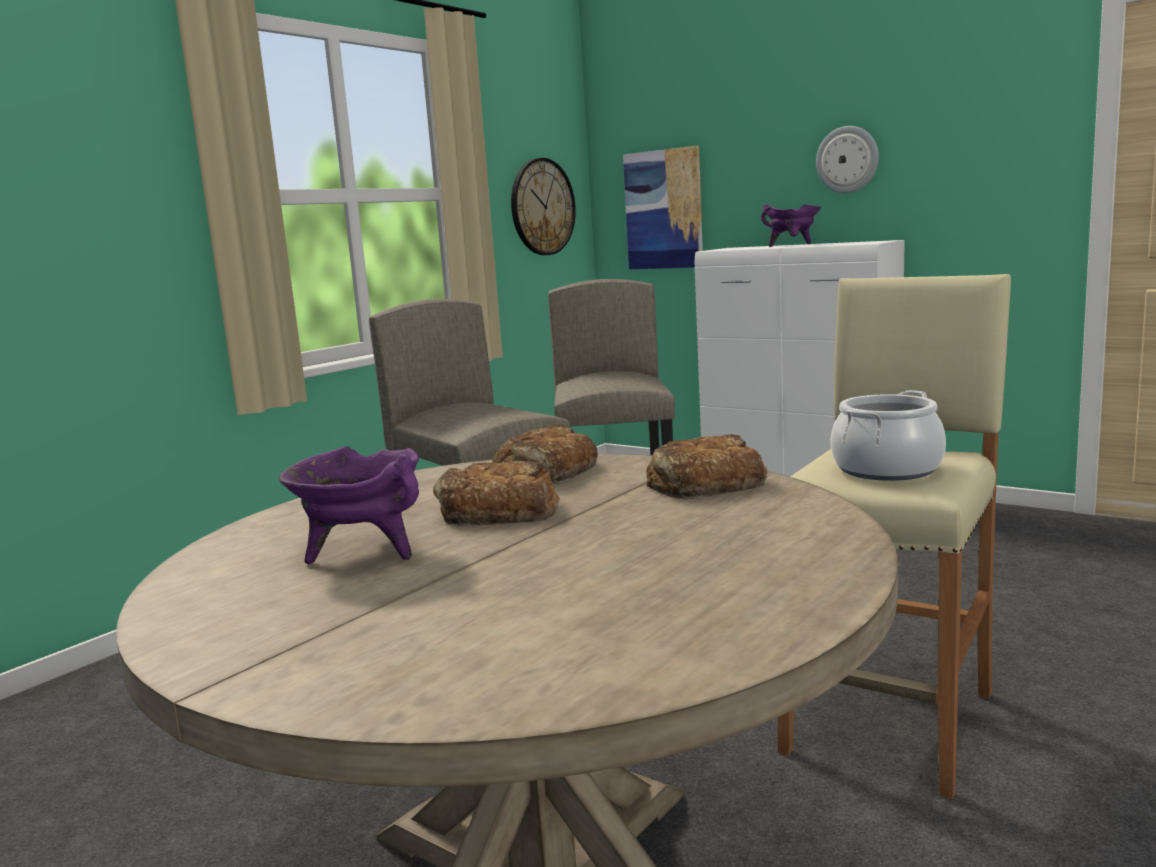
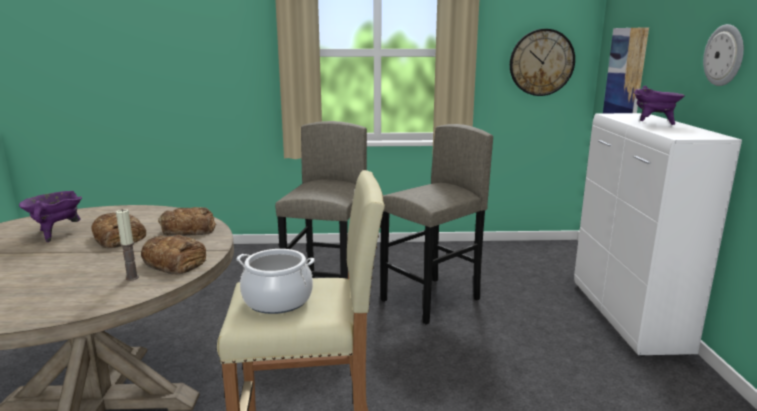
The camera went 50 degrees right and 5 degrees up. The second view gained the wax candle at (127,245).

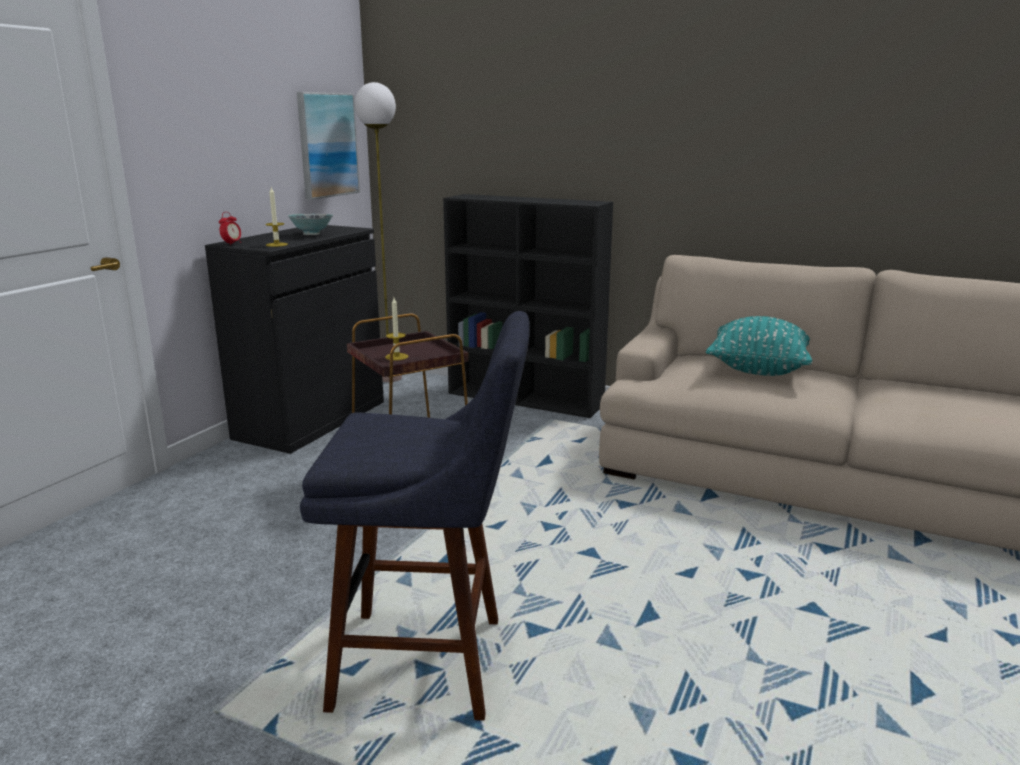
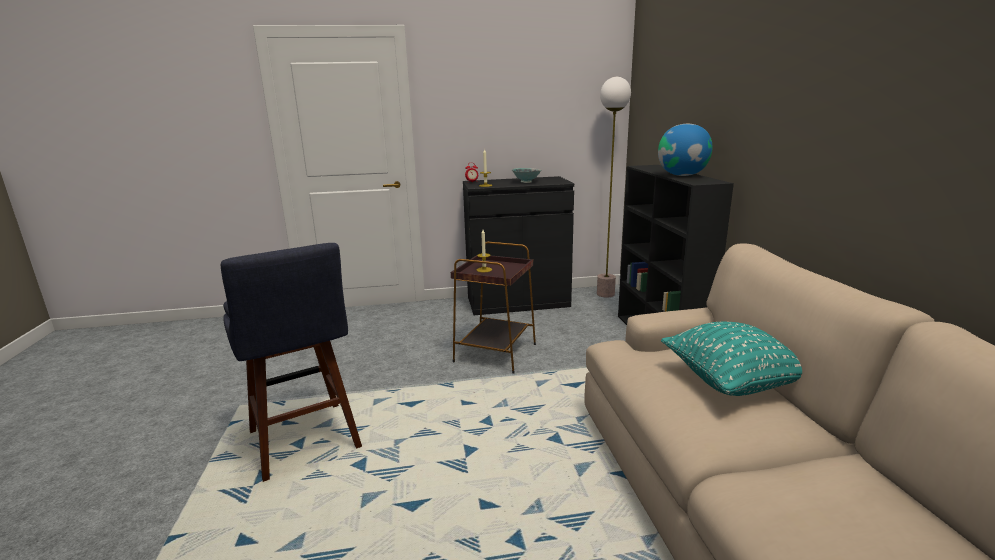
The camera went 55 degrees right and 0 degrees up. The second view gained the globe at (685,150). The second view lost the picture at (328,146).

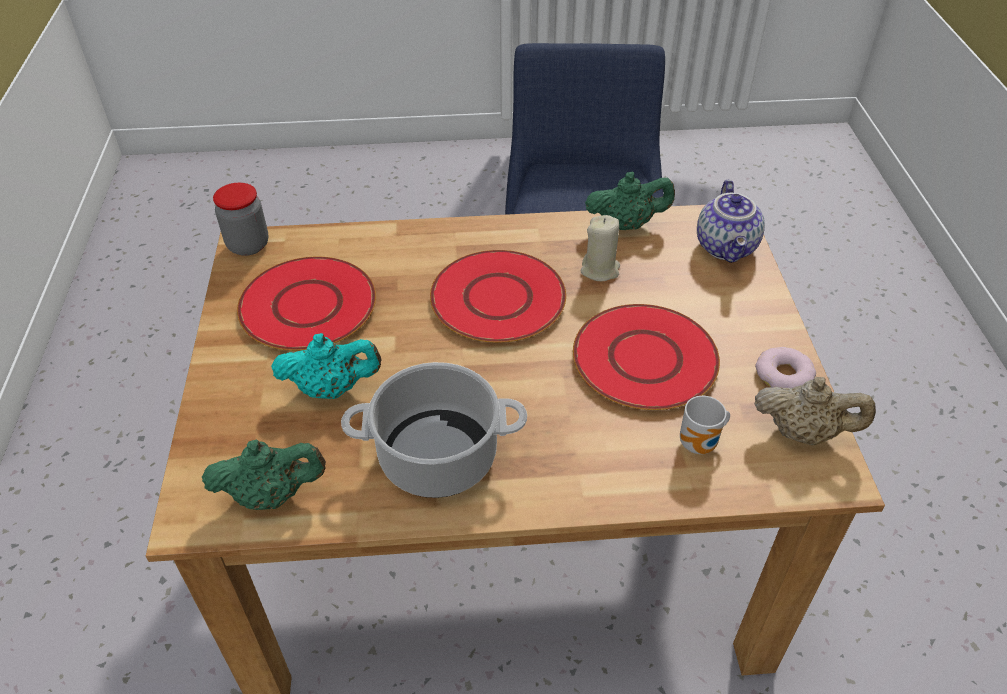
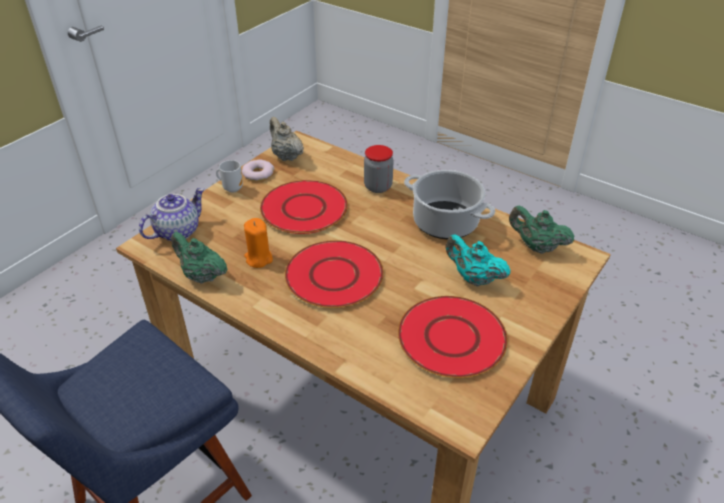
The camera went 140 degrees left and 5 degrees down. The mug ended up elsewhere, having gone from (705,425) to (229,176). What was the wax candle in sand-coloured at (600,248) turned into the wax candle in orange at (258,243). The jar ended up elsewhere, having gone from (240,219) to (378,169).

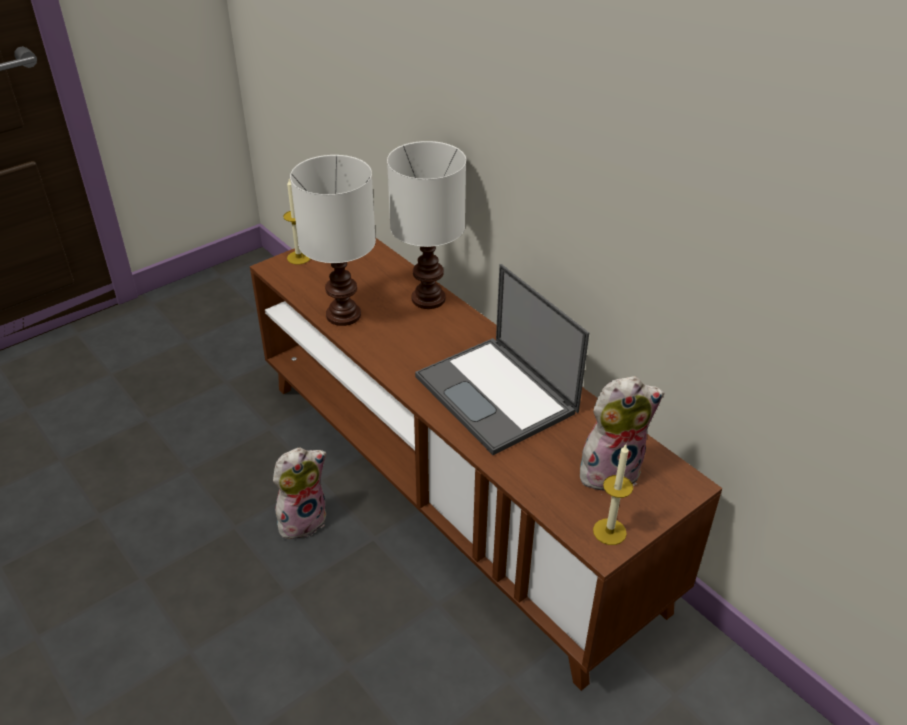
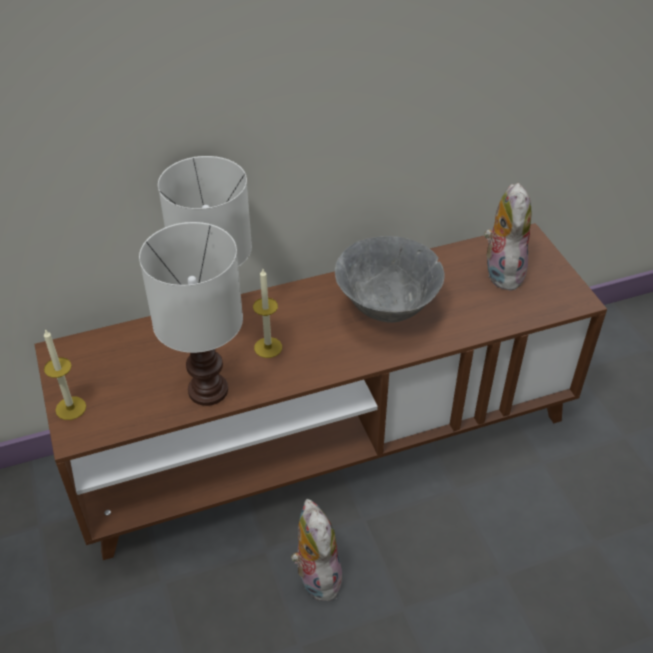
The camera went 70 degrees left and 5 degrees up. The wax candle ended up elsewhere, having gone from (613,495) to (267,313). Where the portable computer stood at (502,359), the serving bowl in gray came to stand at (390,279).

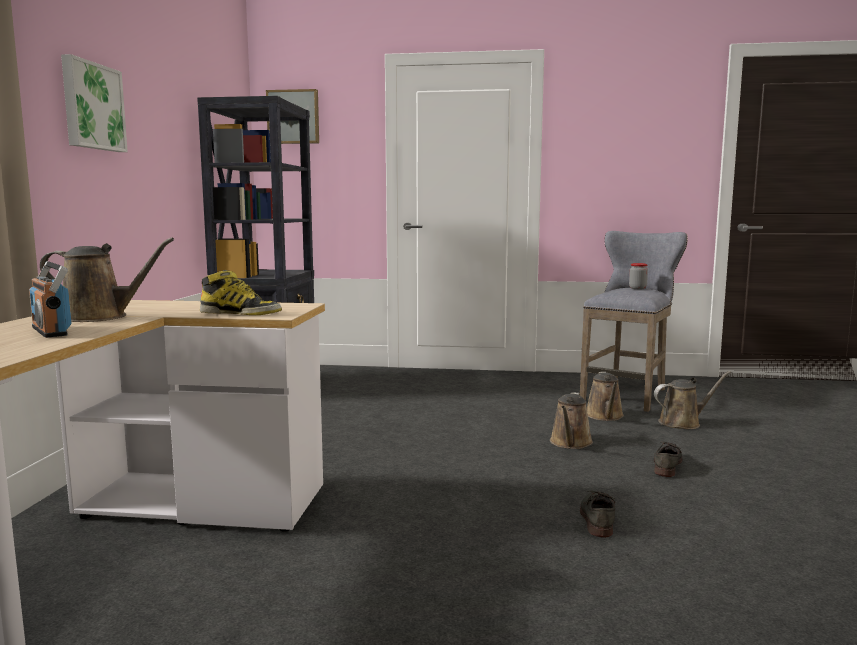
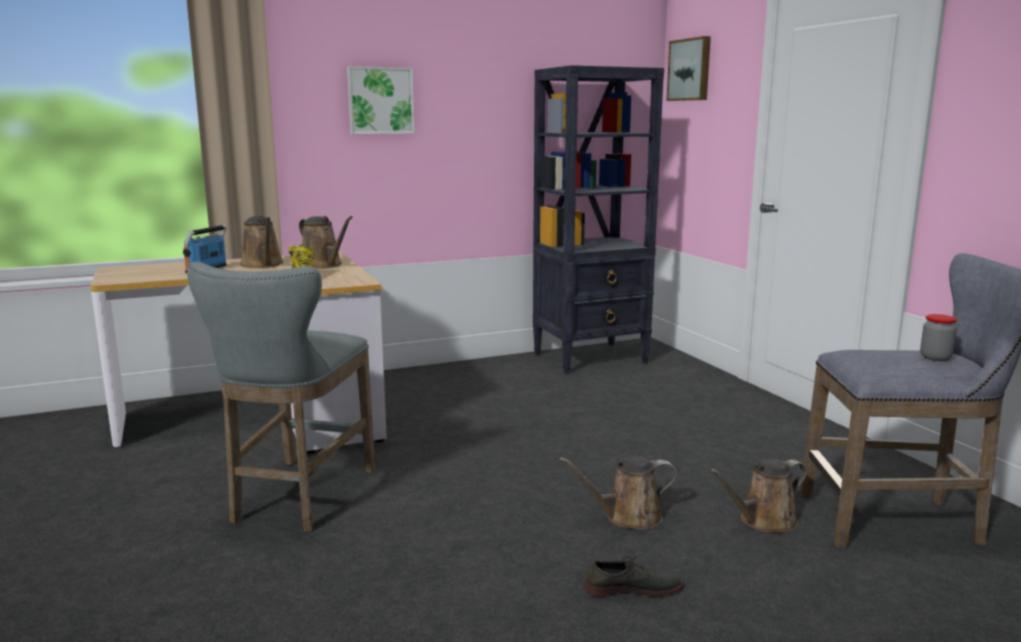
The camera went 60 degrees right and 5 degrees up. The second view gained the stool in gray at (281,397). The watering can in brown ended up elsewhere, having gone from (692,400) to (326,242). The second view lost the shoe in gray at (597,514).

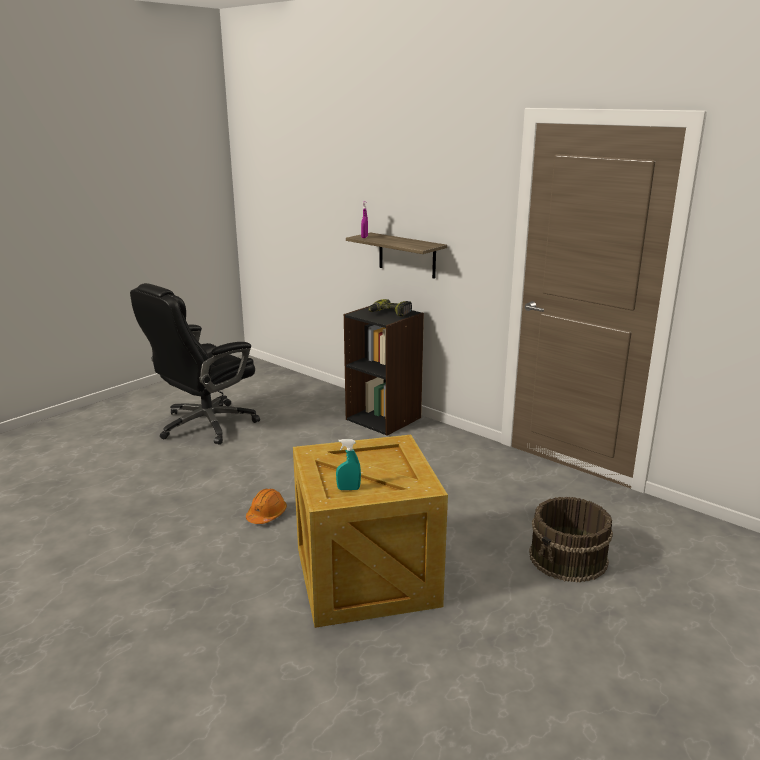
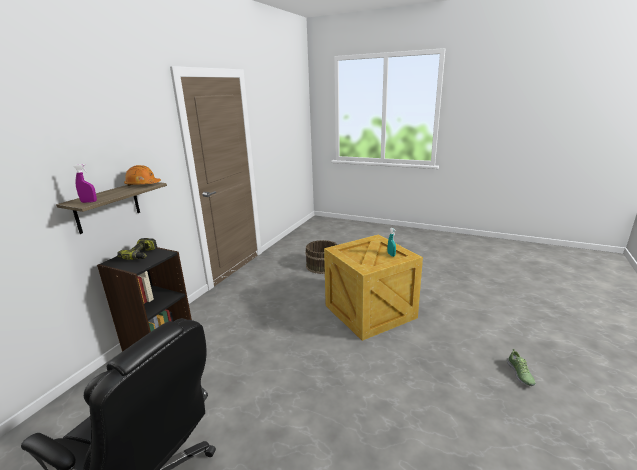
The camera went 105 degrees left and 0 degrees up. The safety helmet in orange ended up elsewhere, having gone from (266,506) to (142,175). The second view gained the shoe at (521,367).

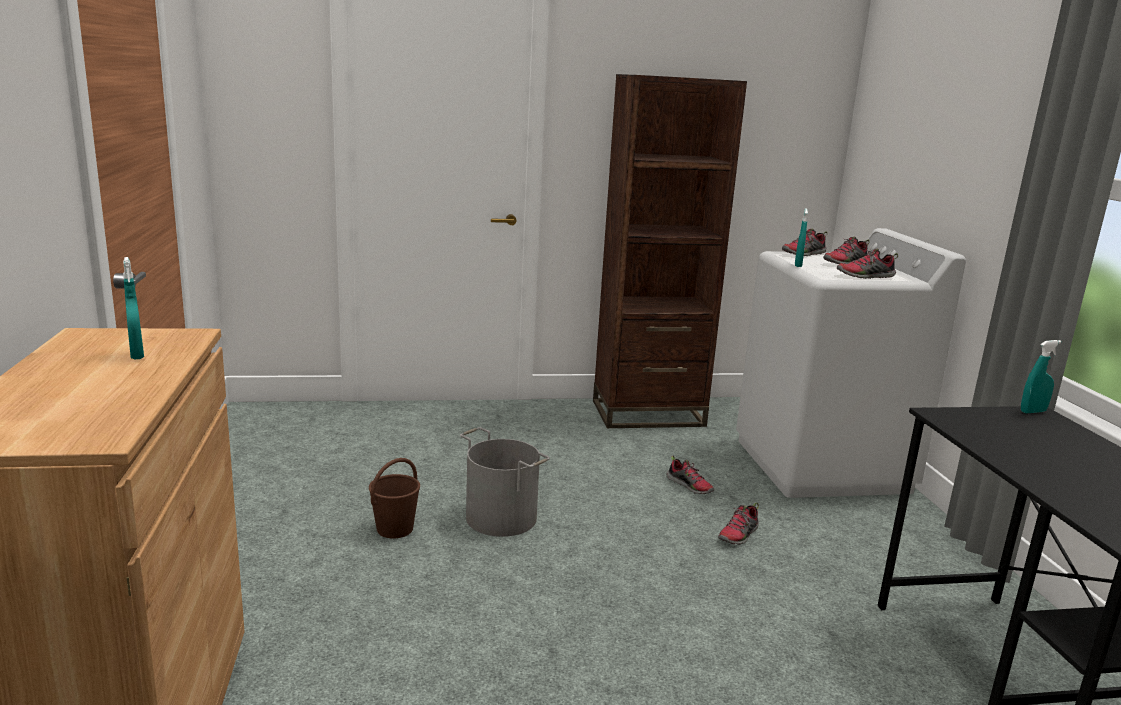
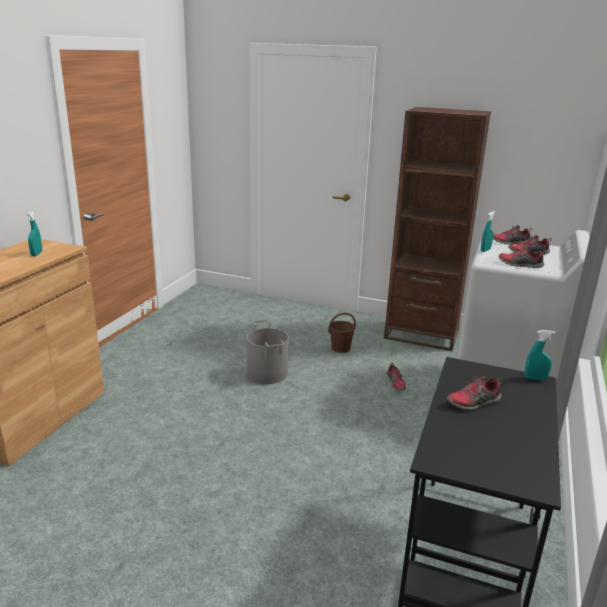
The camera went 30 degrees right and 5 degrees up. The bucket in brown ended up elsewhere, having gone from (394,498) to (342,333). The shoe ended up elsewhere, having gone from (738,524) to (474,393).

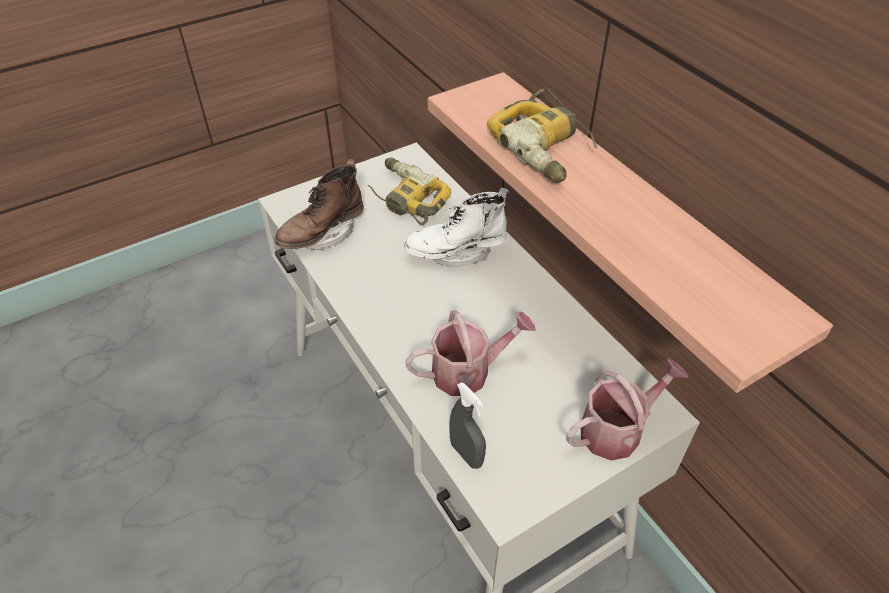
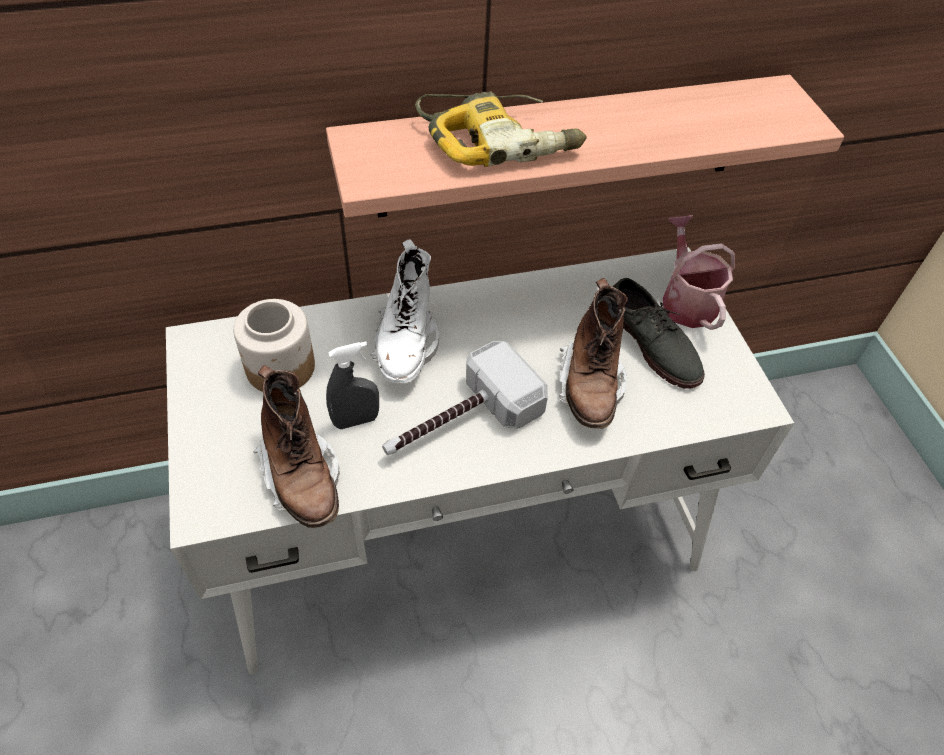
The camera went 75 degrees left and 5 degrees up. Where the power drill stood at (409,191), the jar came to stand at (274,345). The hand sprayer in gray ended up elsewhere, having gone from (467,425) to (352,385). The second view gained the tool hammer at (465,398). Where the watering can stood at (470,353), the tall boot in brown came to stand at (593,353). The second view gained the shoe in gray at (659,333).

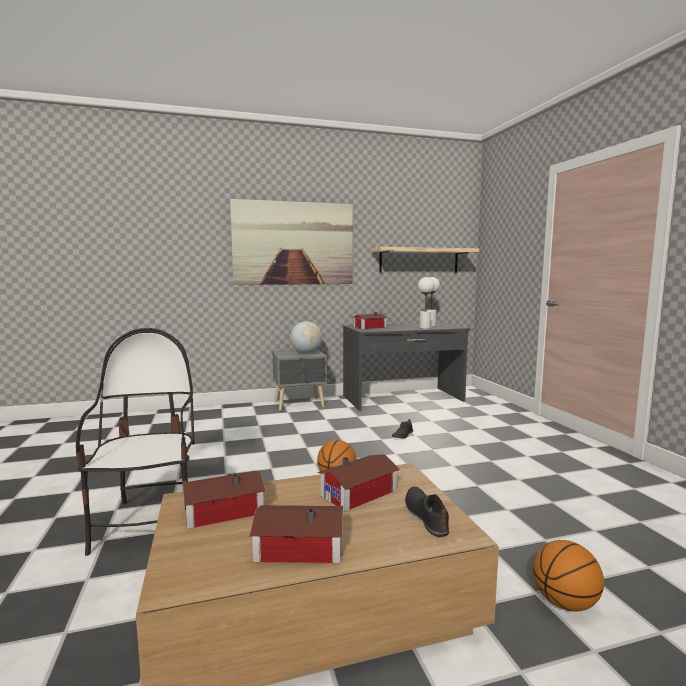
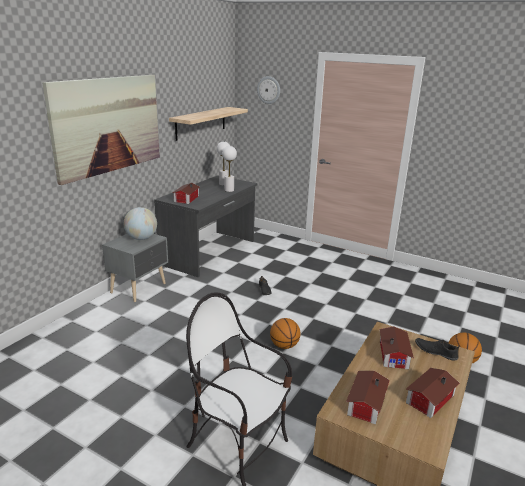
The camera went 45 degrees left and 15 degrees up. The second view gained the wall clock at (268,90).

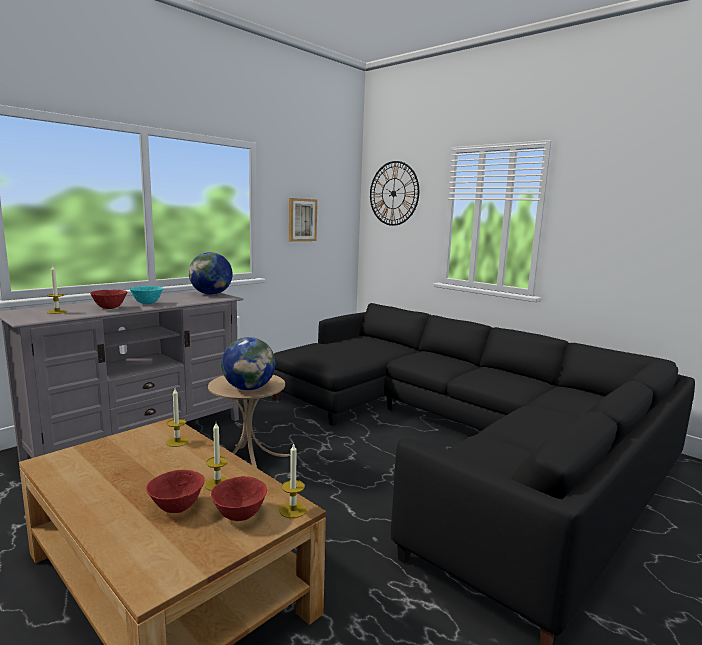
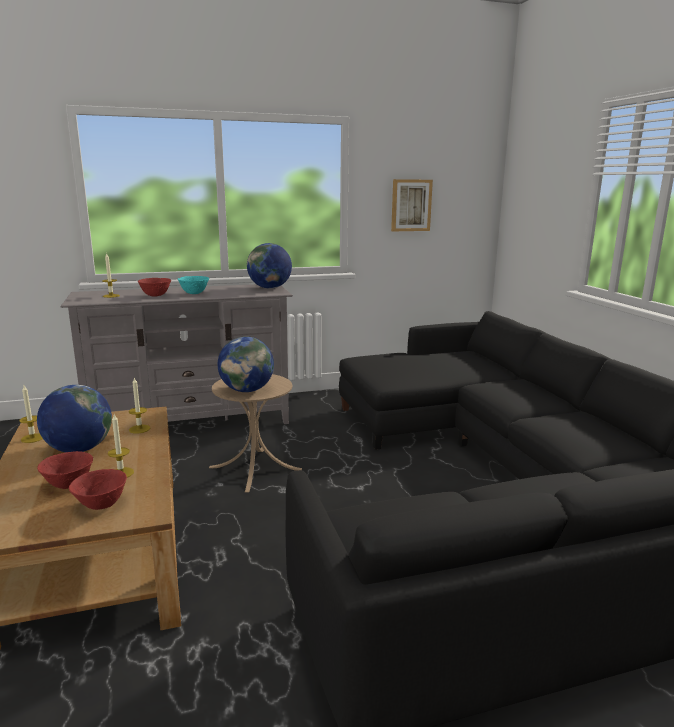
The camera went 30 degrees right and 5 degrees up. The wax candle ended up elsewhere, having gone from (293,480) to (31,414). The second view gained the globe at (74,418). The second view lost the wall clock at (394,193).

